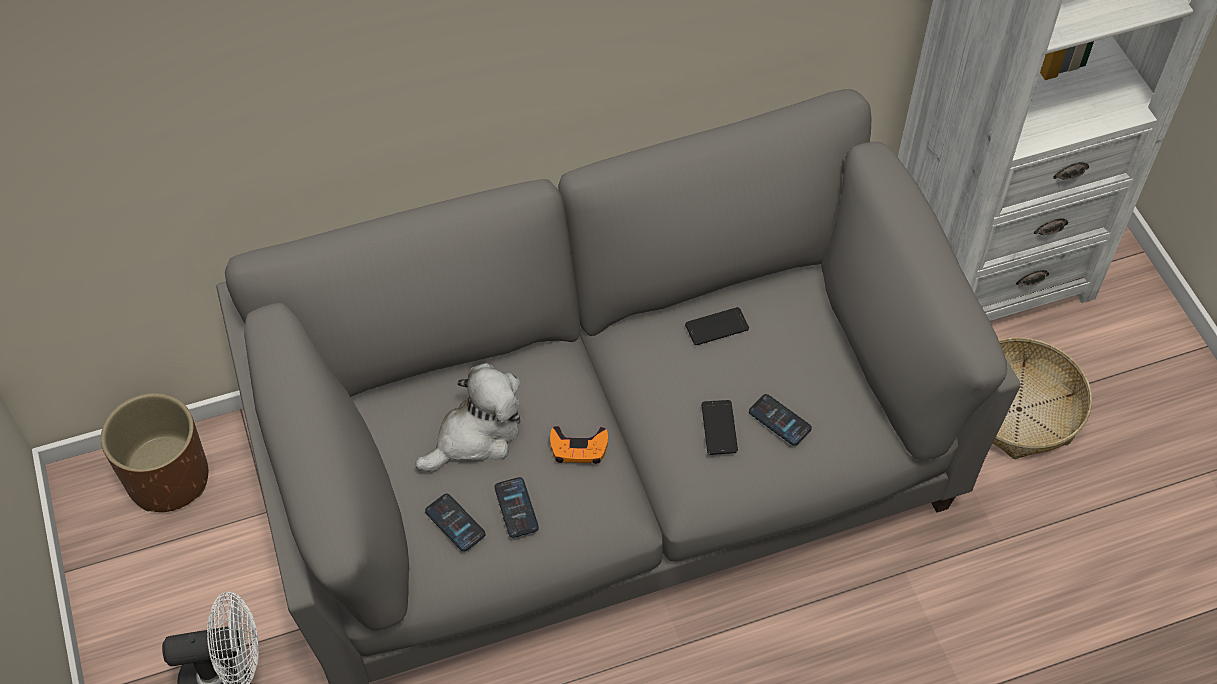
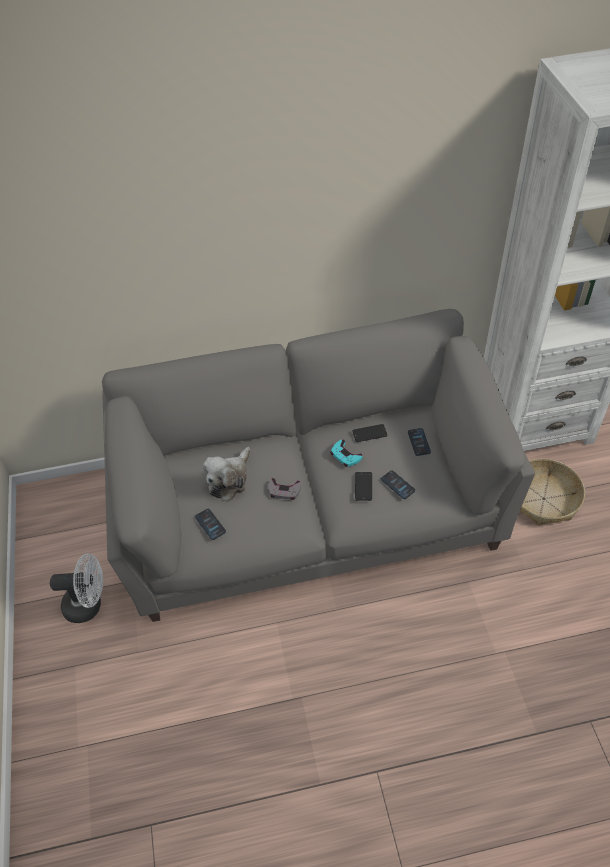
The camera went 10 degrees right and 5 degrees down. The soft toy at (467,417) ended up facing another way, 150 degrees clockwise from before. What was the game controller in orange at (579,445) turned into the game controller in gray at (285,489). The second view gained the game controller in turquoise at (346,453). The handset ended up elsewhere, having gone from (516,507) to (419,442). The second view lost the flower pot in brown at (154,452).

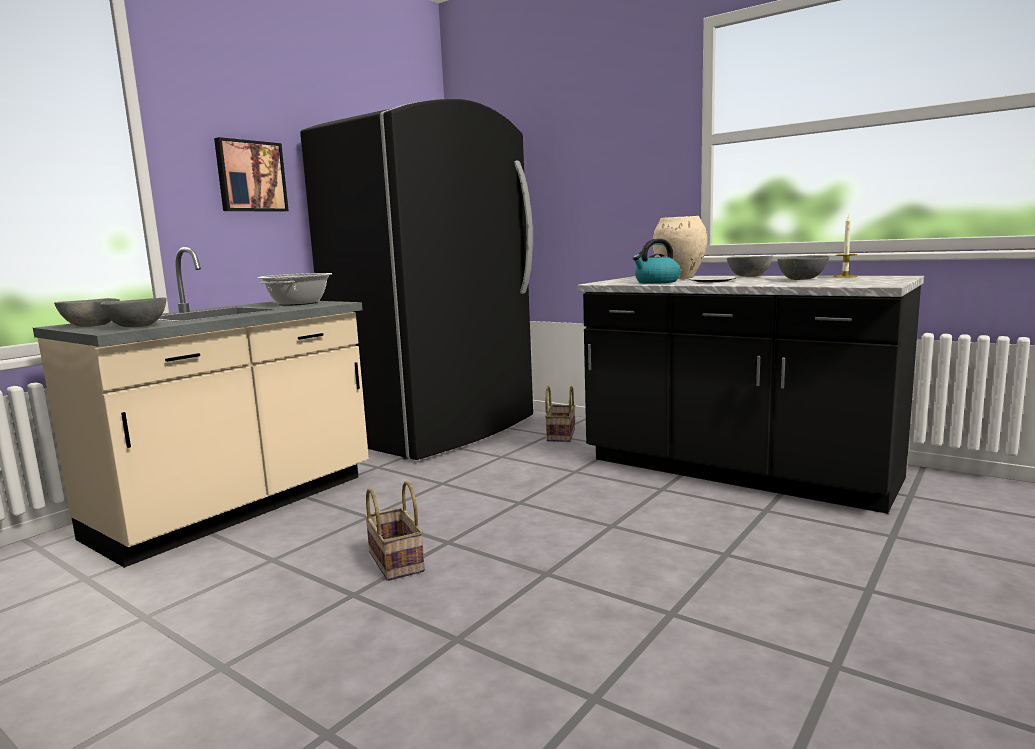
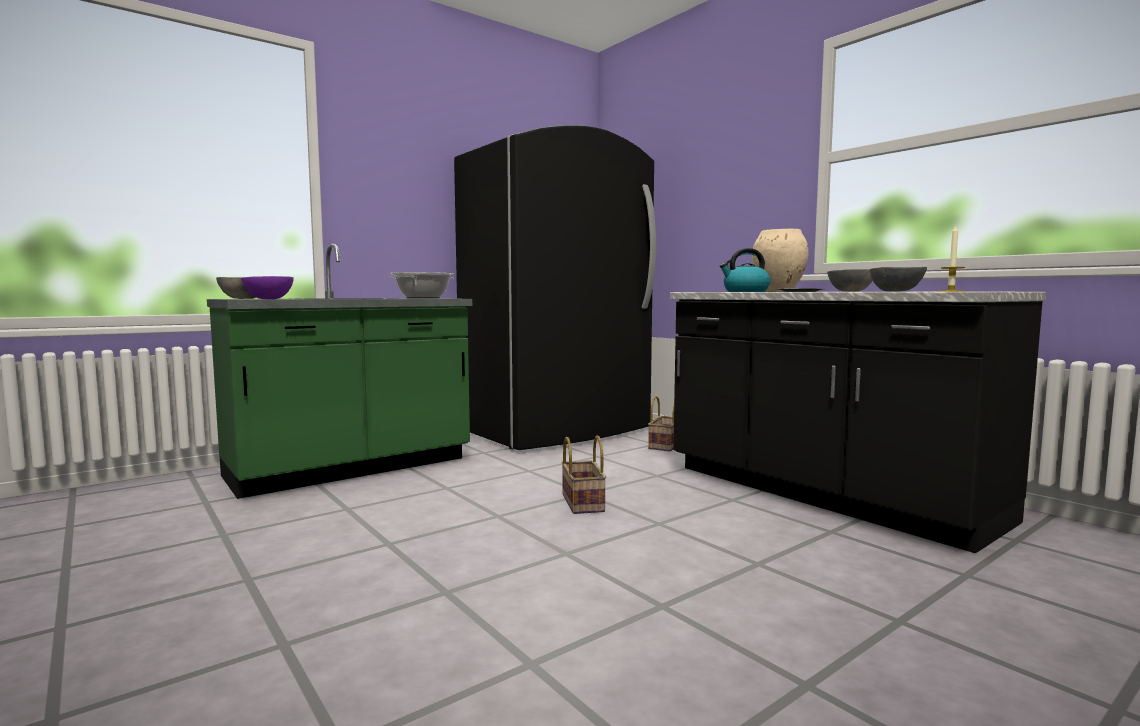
The camera went 15 degrees right and 5 degrees down. What was the kitchen base unit in sand-coloured at (201,407) turned into the kitchen base unit in greenish at (339,371). What was the serving bowl in gray at (133,312) turned into the serving bowl in purplish at (267,287). The household basket ended up elsewhere, having gone from (395,531) to (583,475). The second view lost the picture at (251,174).

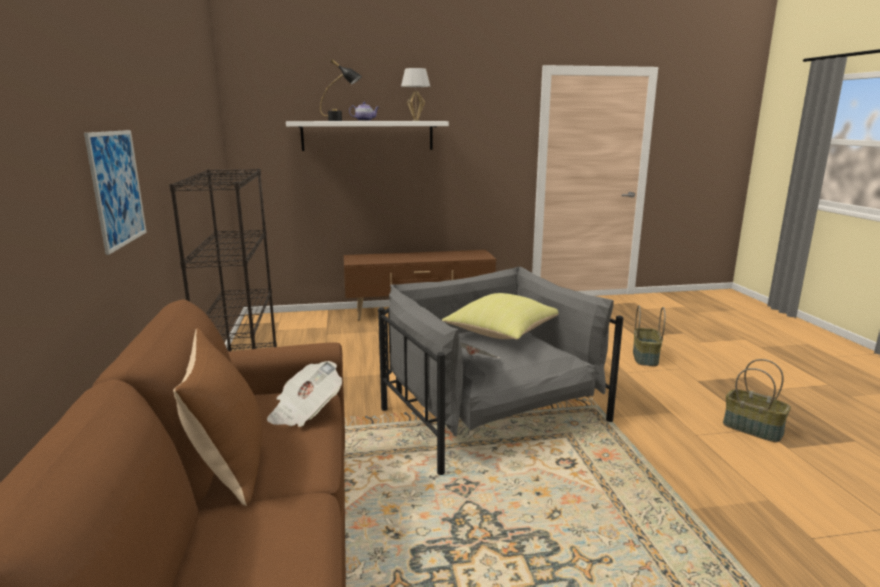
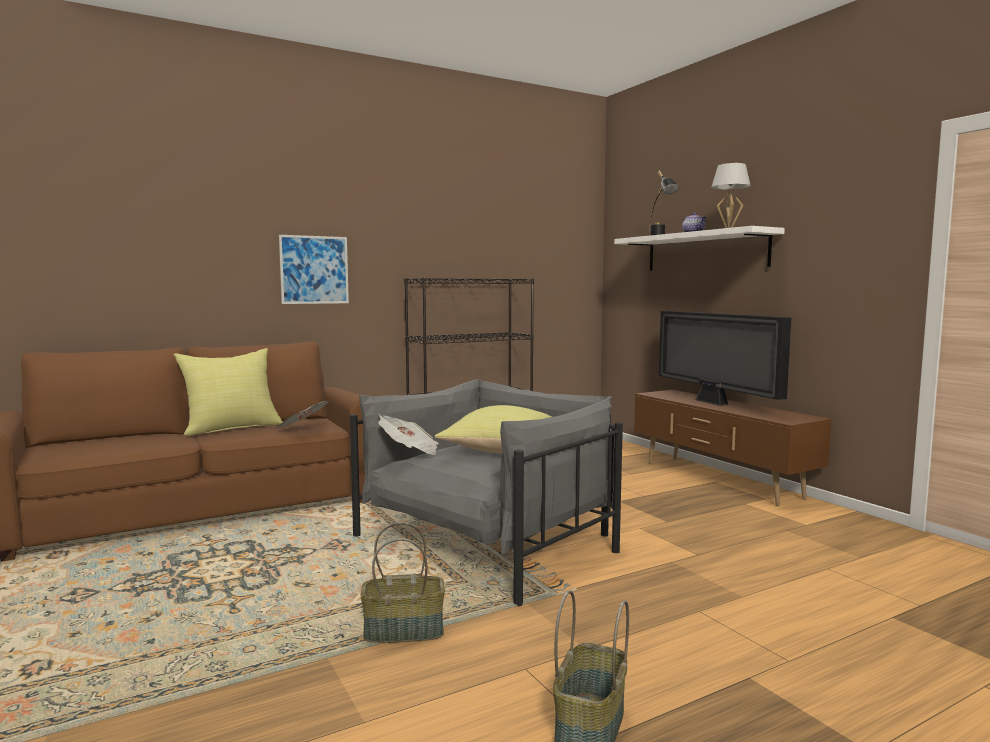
The camera went 70 degrees right and 10 degrees down. What was the pillow in brown at (217,417) turned into the pillow in yellow-coloured at (228,392). The household basket ended up elsewhere, having gone from (649,335) to (402,582). The second view gained the television at (725,358).

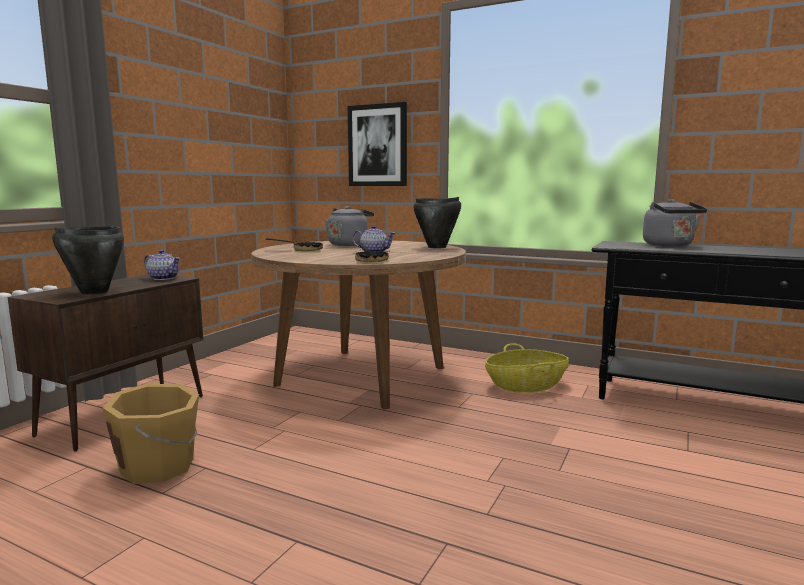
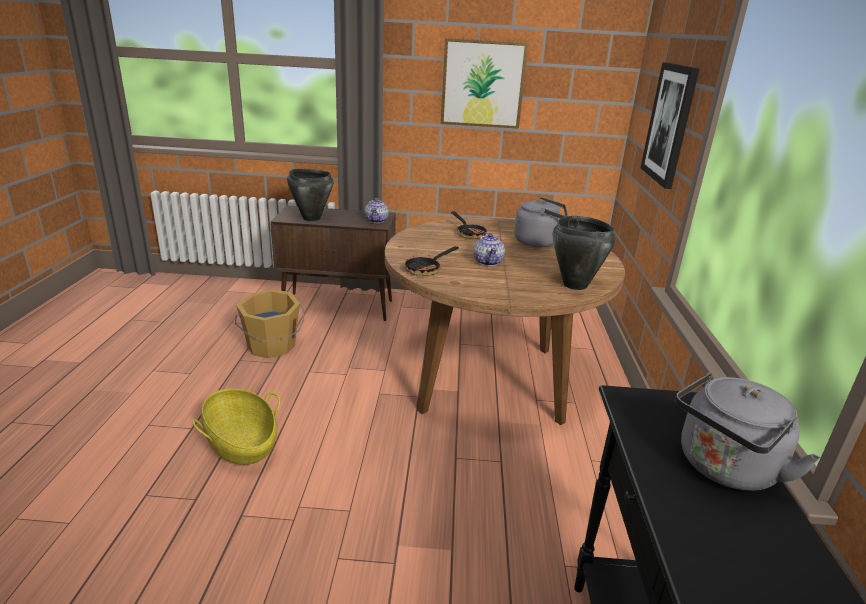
The camera went 65 degrees right and 15 degrees up. The household basket ended up elsewhere, having gone from (527,368) to (236,426). The second view gained the picture at (484,83).

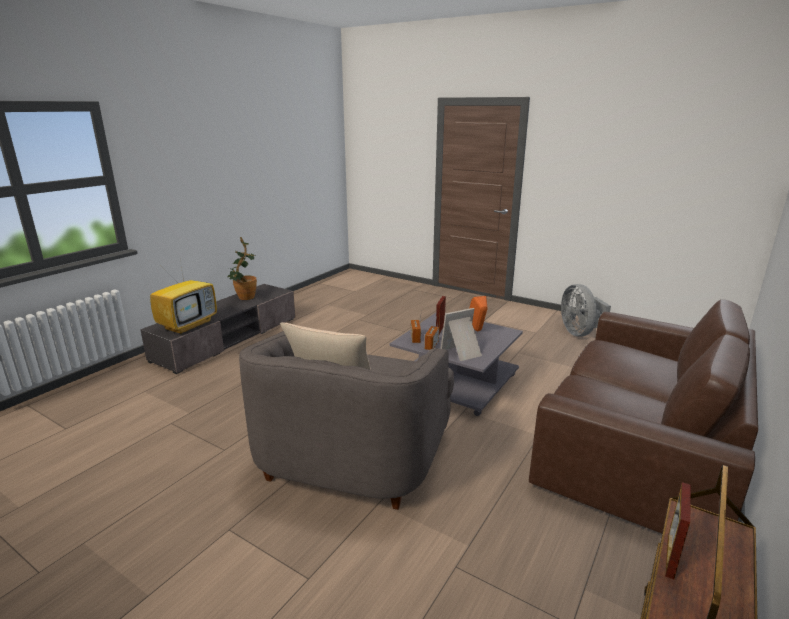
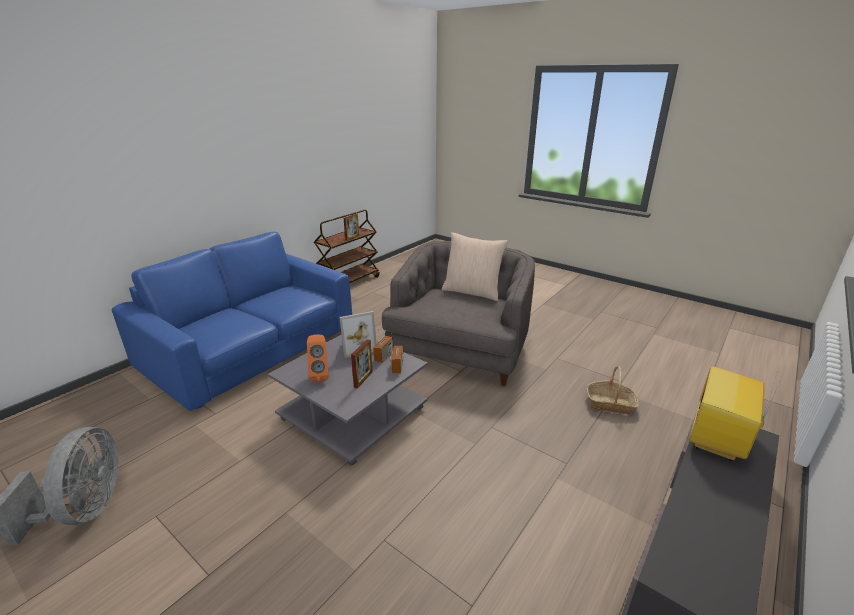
The camera went 175 degrees left and 5 degrees up. What was the couch in brown at (643,416) turned into the couch in bluish at (231,321). The second view gained the household basket at (612,390). The second view lost the potted plant at (242,268).

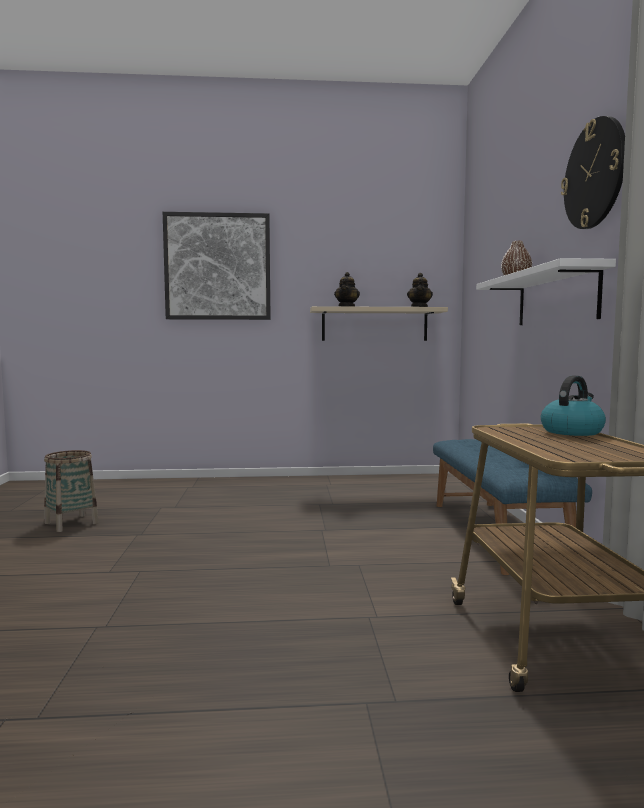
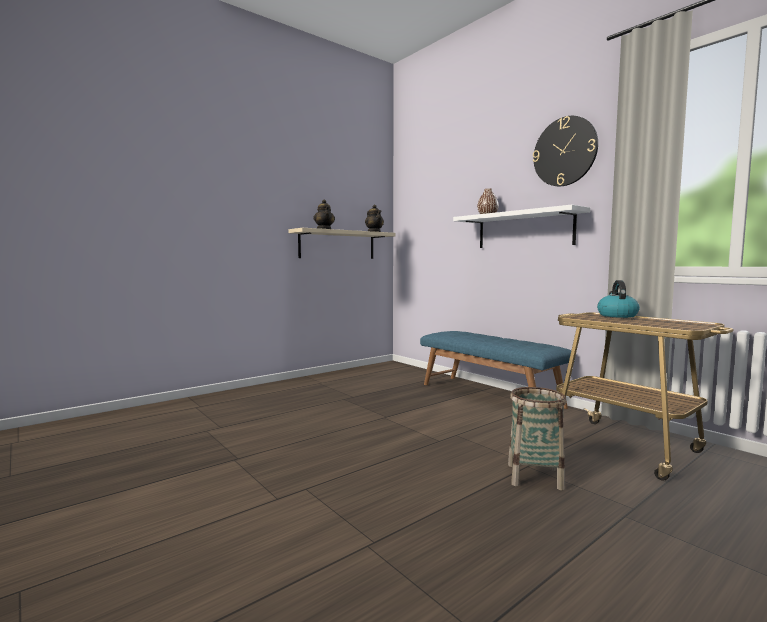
The camera went 35 degrees left and 0 degrees up. The household basket ended up elsewhere, having gone from (71,491) to (537,438). The second view lost the picture at (217,266).

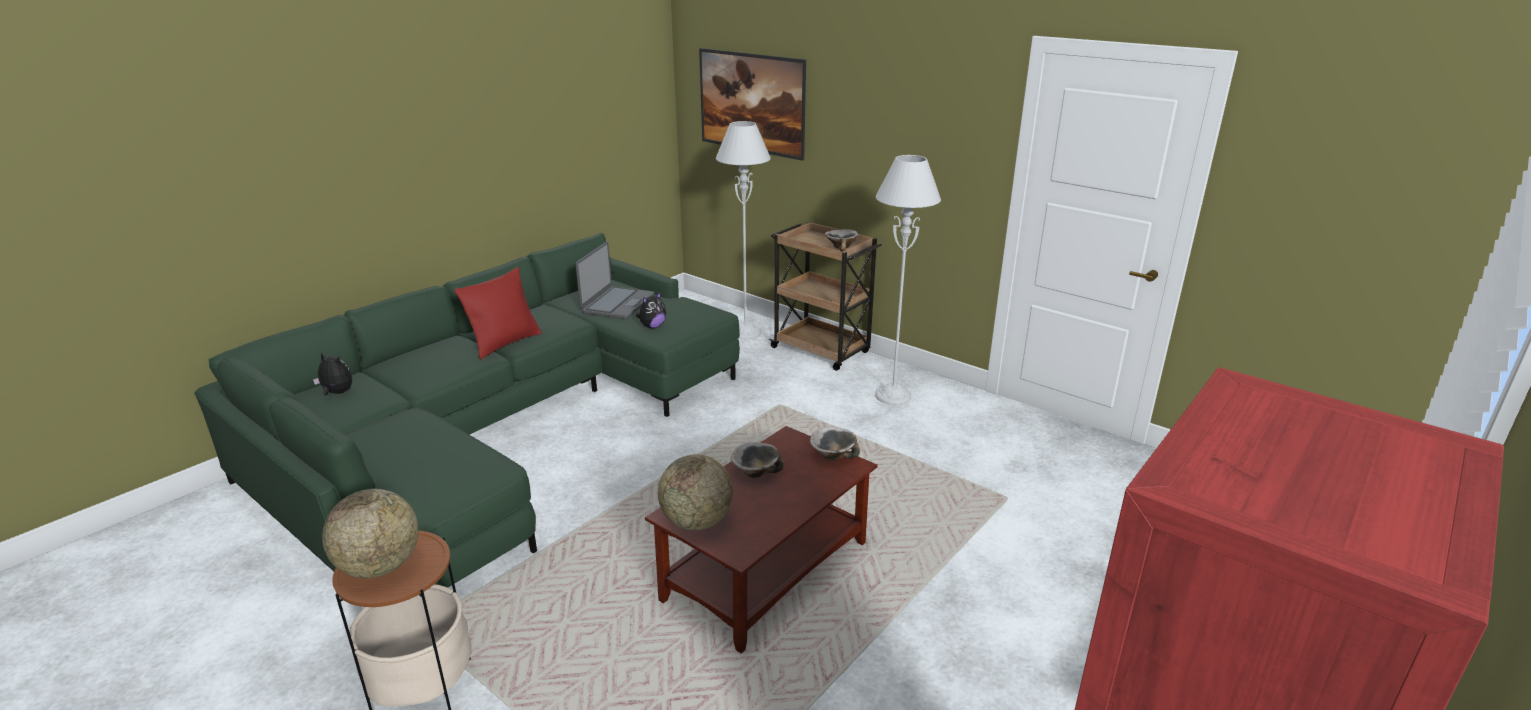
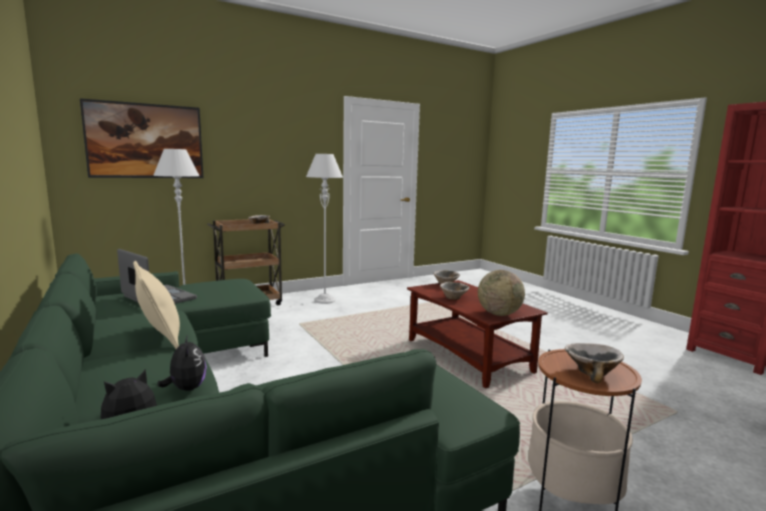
The camera went 70 degrees left and 15 degrees down. What was the pillow in red-coloured at (498,313) turned into the pillow in sand-coloured at (156,305). The soft toy ended up elsewhere, having gone from (651,310) to (182,362). Where the globe stood at (370,533), the serving bowl came to stand at (594,363).

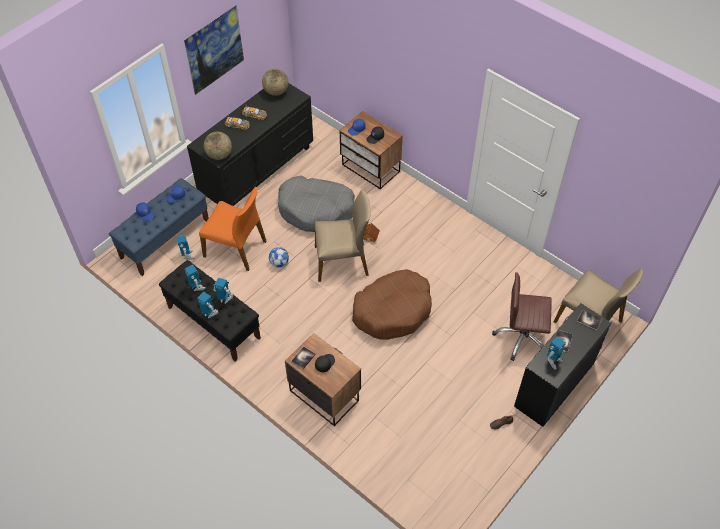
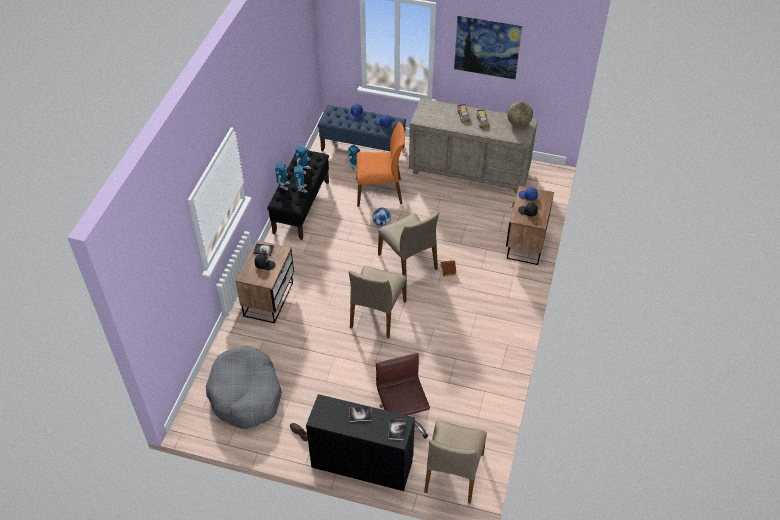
The camera went 65 degrees right and 5 degrees down. The dog cushion in gray ended up elsewhere, having gone from (316,204) to (244,387). Where the dog cushion in brown stood at (392,304), the plain chair in sand-coloured came to stand at (378,302). The plain chair in orange at (232,229) ended up facing another way, 90 degrees counterclockwise from before. What was the drawer chest in black at (250,144) turned into the drawer chest in sand-coloured at (473,145). The second view lost the globe at (218,146). The second view lost the robot figure at (556,353).

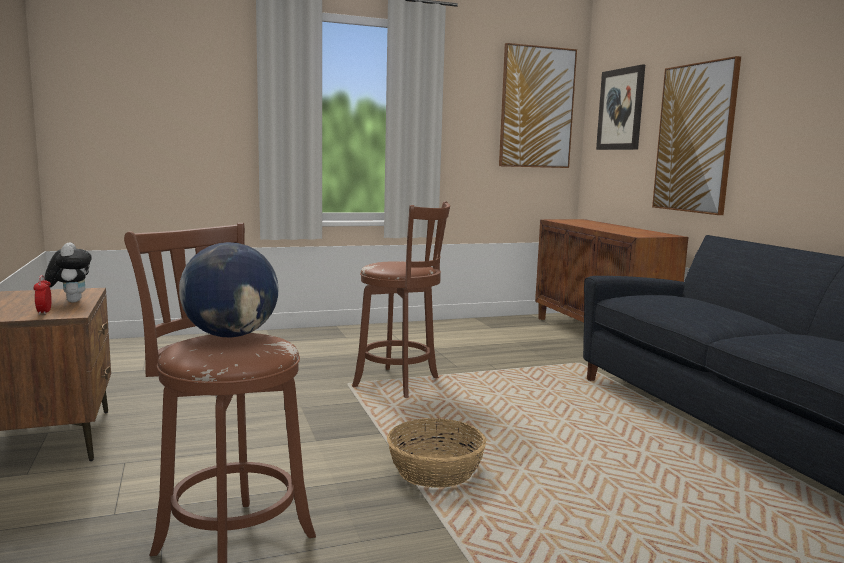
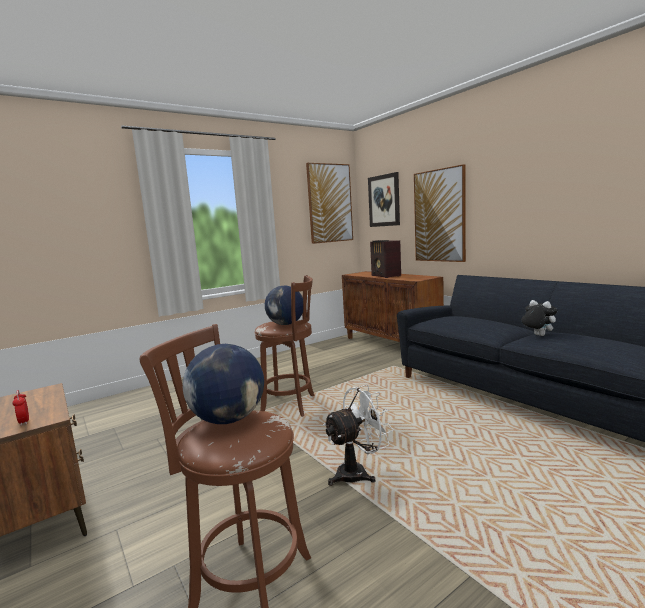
The camera went 15 degrees left and 0 degrees up. The second view gained the globe at (284,305). Where the household basket stood at (437,453), the fan in white came to stand at (358,435). The second view gained the radio at (385,259). The soft toy ended up elsewhere, having gone from (68,272) to (539,318).

